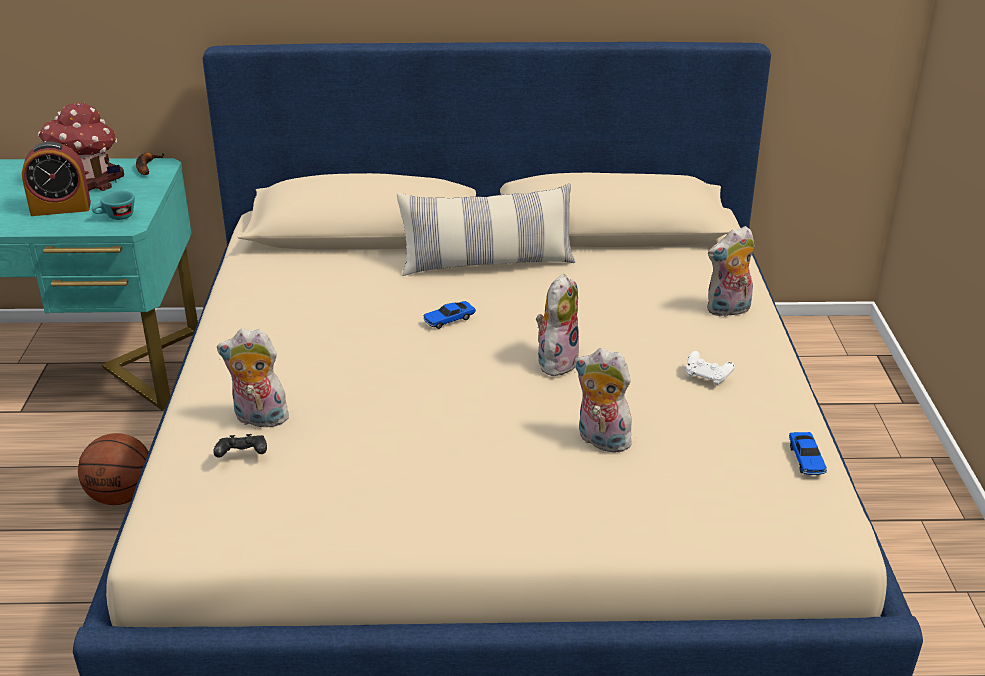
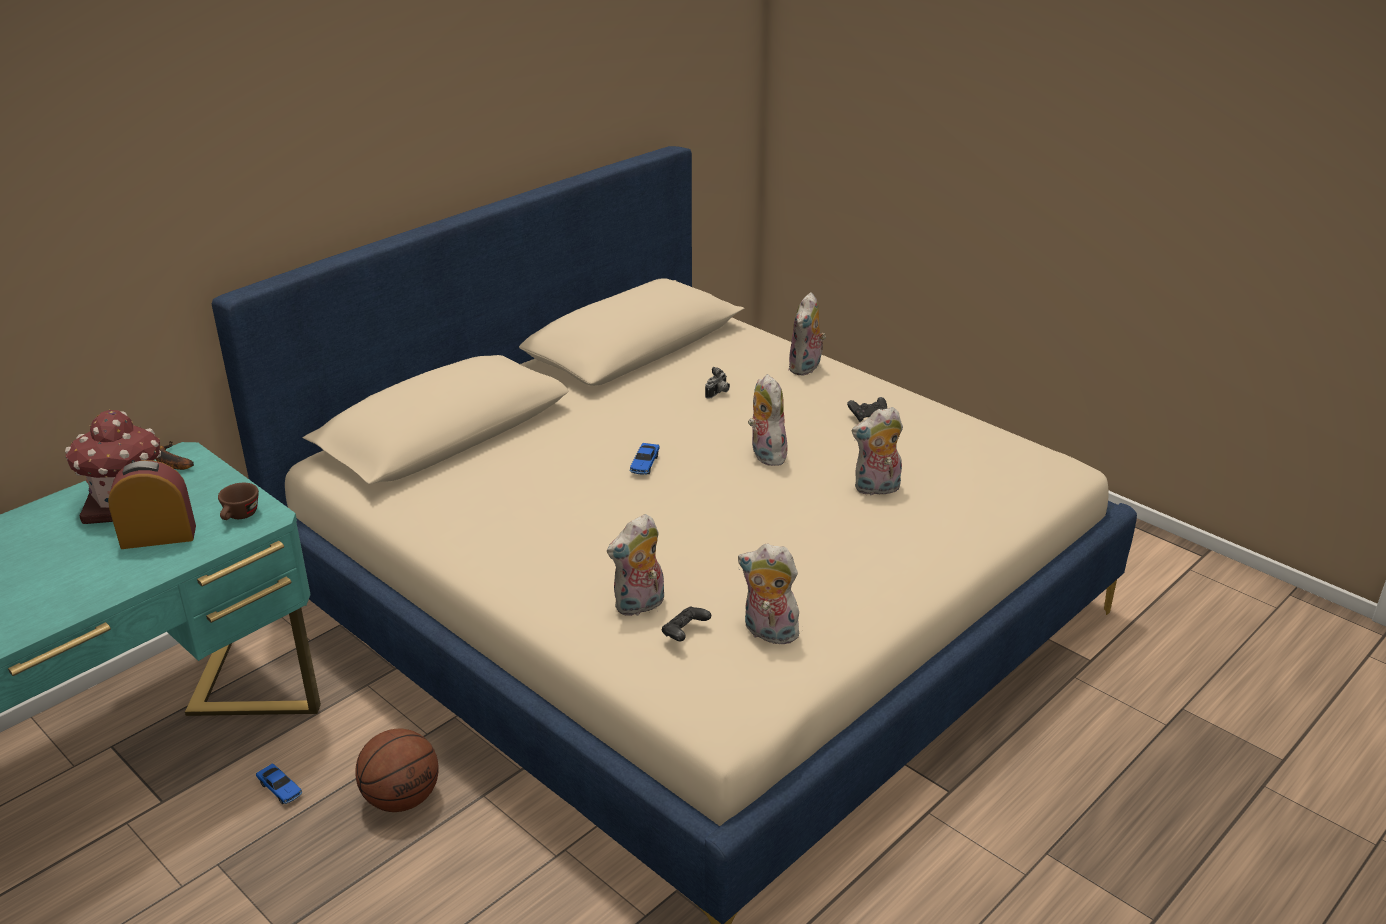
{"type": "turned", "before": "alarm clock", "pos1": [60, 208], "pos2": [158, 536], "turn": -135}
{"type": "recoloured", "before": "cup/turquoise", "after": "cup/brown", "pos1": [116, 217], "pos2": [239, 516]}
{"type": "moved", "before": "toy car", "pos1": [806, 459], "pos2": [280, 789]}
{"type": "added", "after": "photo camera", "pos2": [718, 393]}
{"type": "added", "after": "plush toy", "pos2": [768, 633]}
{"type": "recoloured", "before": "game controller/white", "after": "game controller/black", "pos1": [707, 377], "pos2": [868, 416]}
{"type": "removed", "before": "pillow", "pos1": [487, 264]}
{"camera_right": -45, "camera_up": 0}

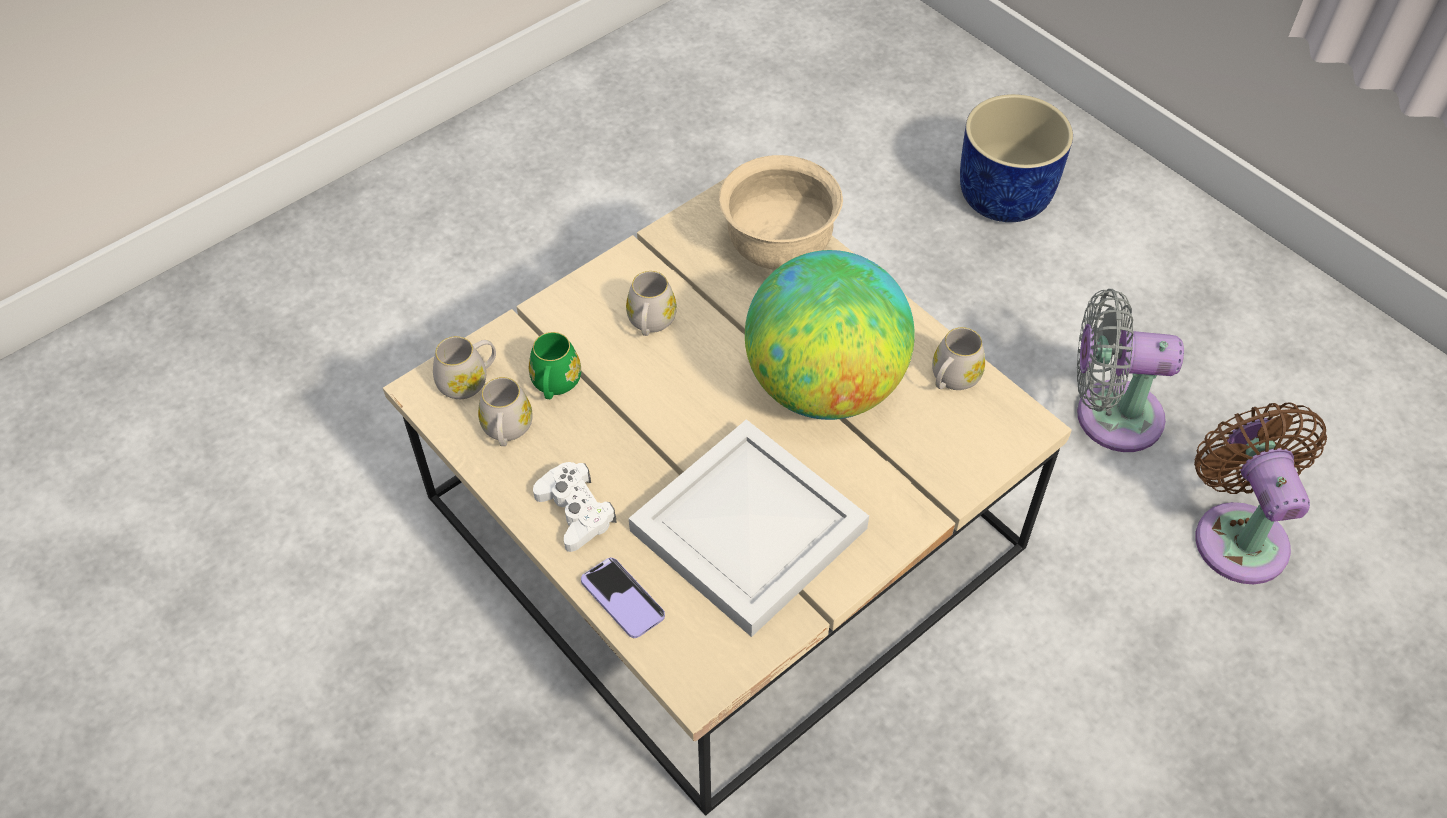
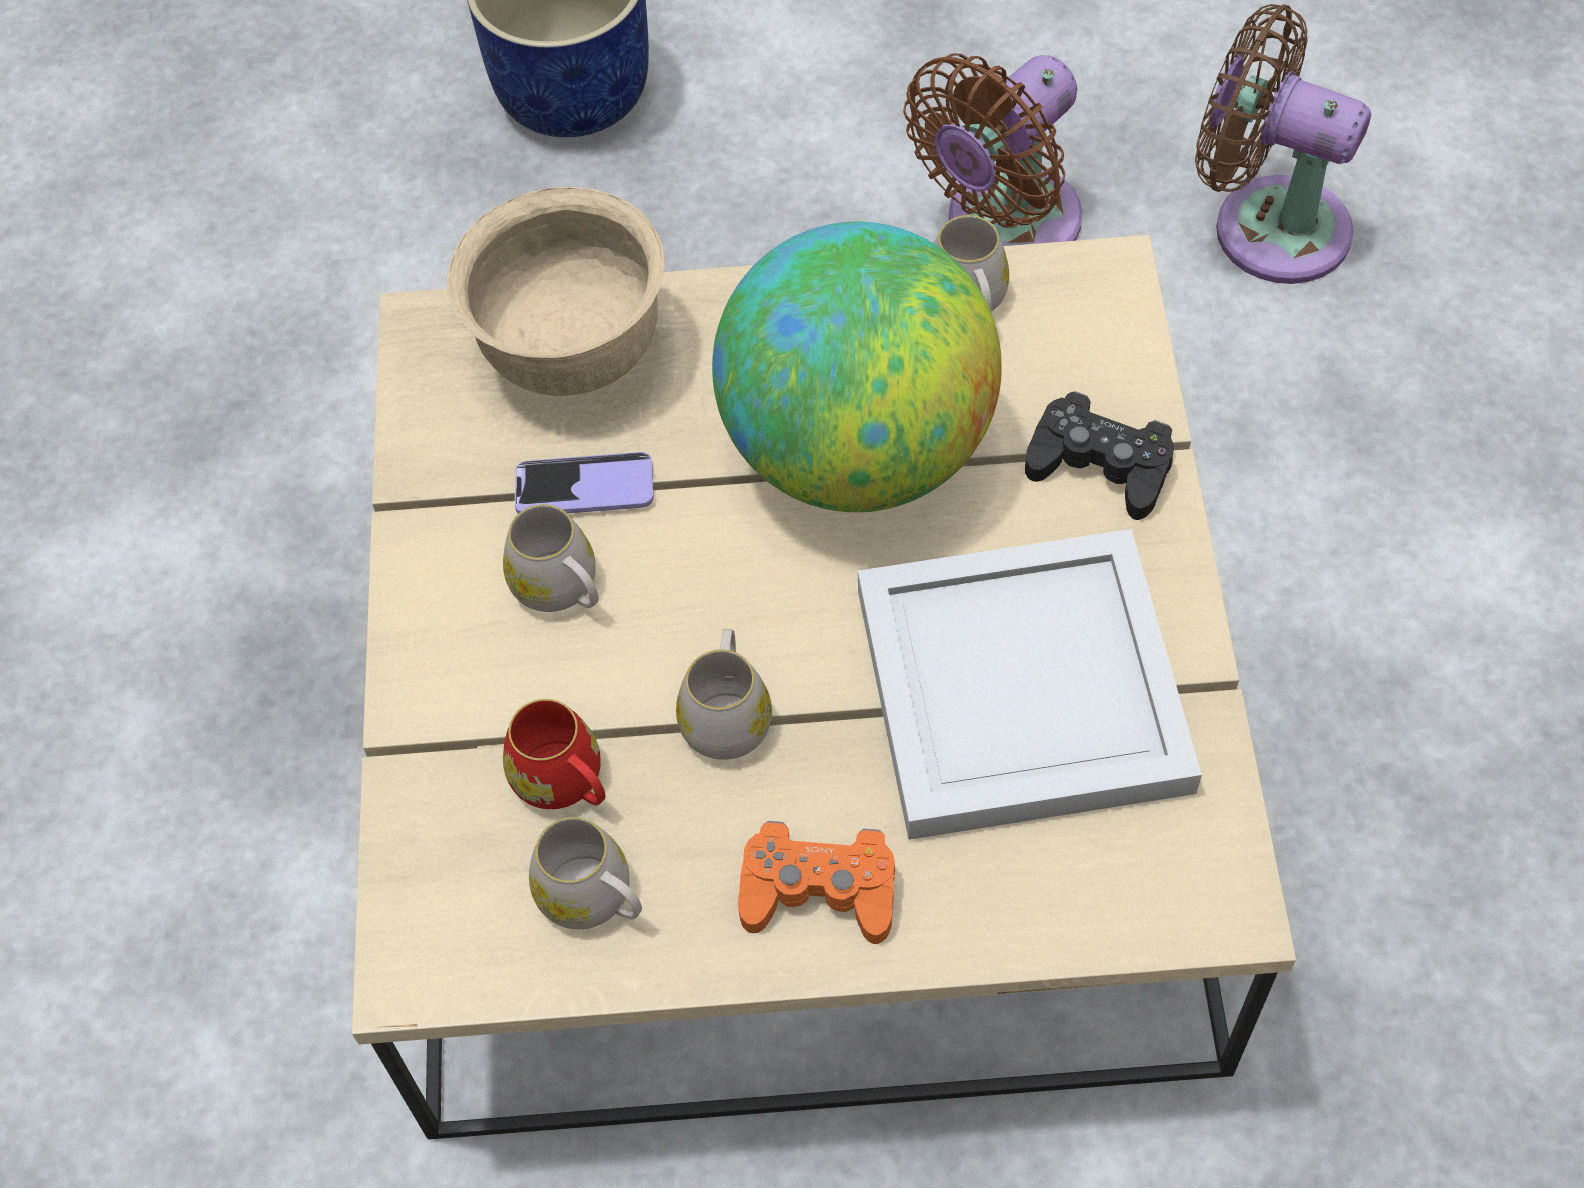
{"type": "recoloured", "before": "mug/green", "after": "mug/red", "pos1": [555, 385], "pos2": [565, 782]}
{"type": "moved", "before": "phone", "pos1": [622, 599], "pos2": [584, 487]}
{"type": "moved", "before": "mug/white", "pos1": [469, 380], "pos2": [727, 714]}
{"type": "recoloured", "before": "game controller/white", "after": "game controller/orange", "pos1": [575, 511], "pos2": [818, 890]}
{"type": "recoloured", "before": "fan/grey", "after": "fan/brown", "pos1": [1109, 415], "pos2": [1003, 227]}
{"type": "added", "after": "game controller/black", "pos2": [1100, 465]}
{"camera_right": -50, "camera_up": 5}

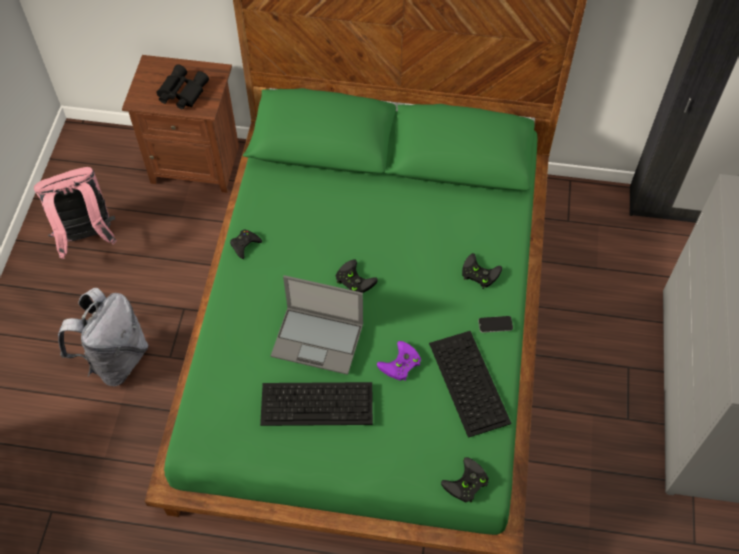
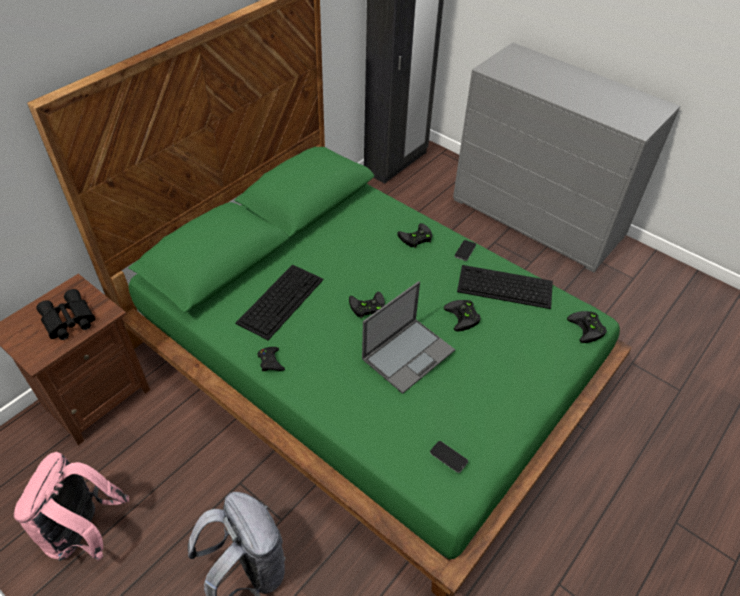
{"type": "moved", "before": "keyboard", "pos1": [318, 403], "pos2": [281, 300]}
{"type": "added", "after": "phone", "pos2": [448, 457]}
{"type": "recoloured", "before": "game controller/purple", "after": "game controller/black", "pos1": [400, 365], "pos2": [464, 317]}
{"camera_right": -60, "camera_up": -10}

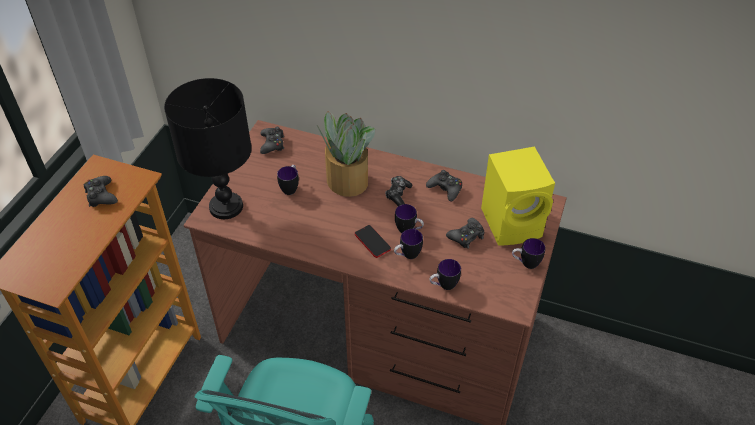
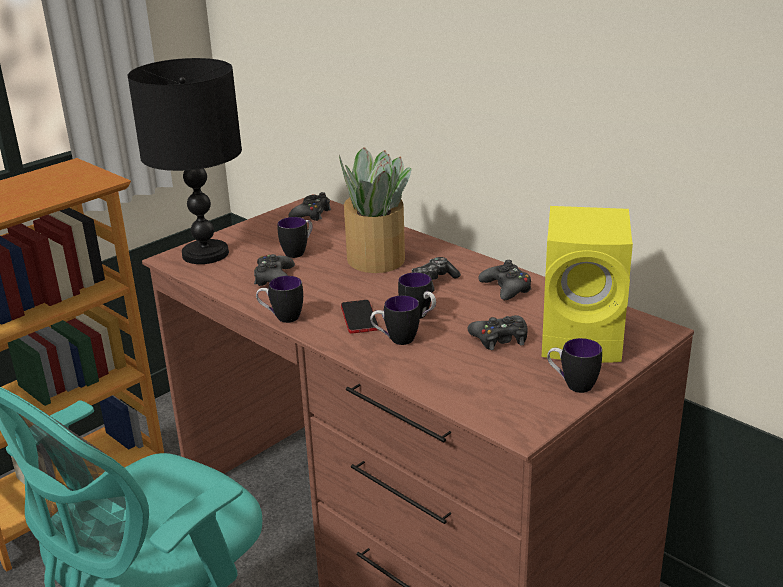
{"type": "moved", "before": "game controller/black", "pos1": [101, 196], "pos2": [274, 278]}
{"type": "moved", "before": "mug", "pos1": [443, 286], "pos2": [281, 318]}
{"camera_right": 25, "camera_up": -20}

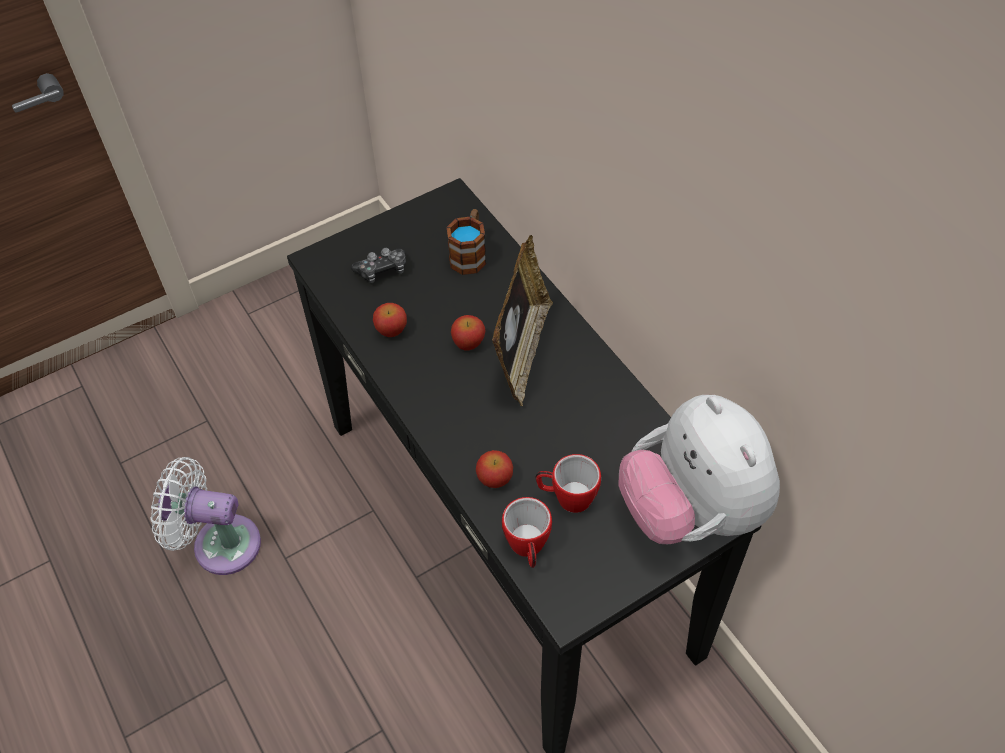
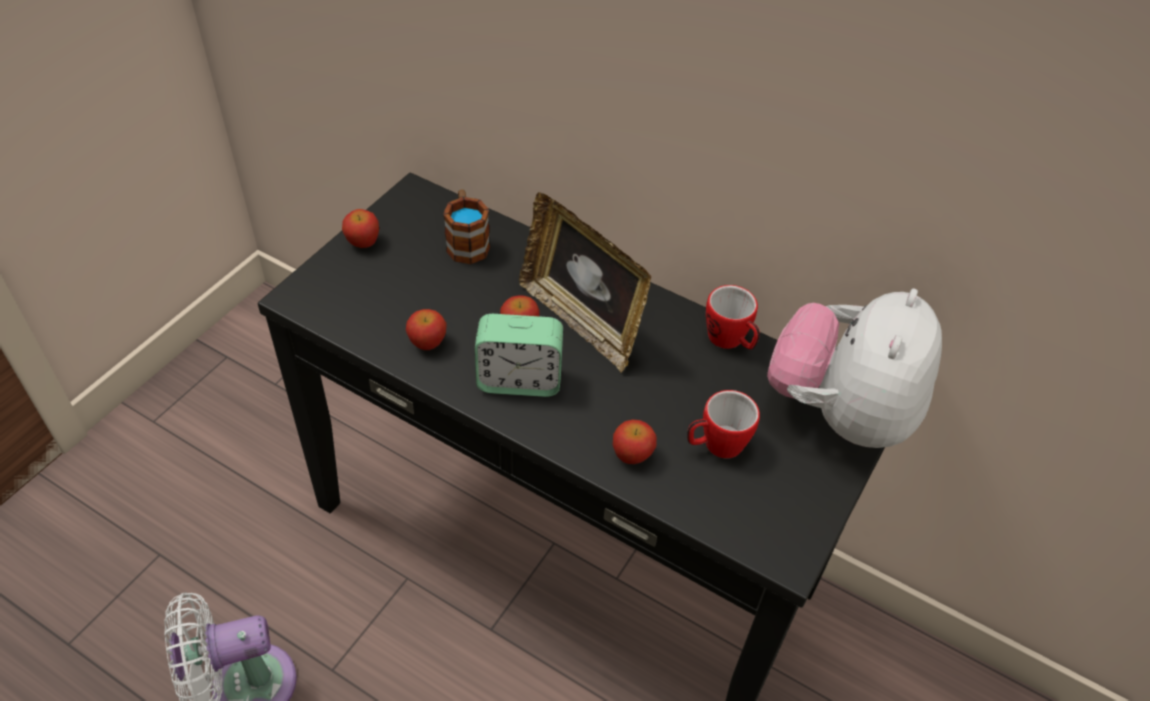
{"type": "added", "after": "apple", "pos2": [363, 241]}
{"type": "added", "after": "alarm clock", "pos2": [519, 380]}
{"type": "turned", "before": "picture frame", "pos1": [522, 352], "pos2": [581, 320], "turn": 150}
{"type": "moved", "before": "mug", "pos1": [528, 548], "pos2": [730, 341]}
{"type": "turned", "before": "plush toy", "pos1": [691, 510], "pos2": [839, 413], "turn": 75}
{"type": "removed", "before": "game controller", "pos1": [382, 270]}
{"camera_right": -30, "camera_up": -5}

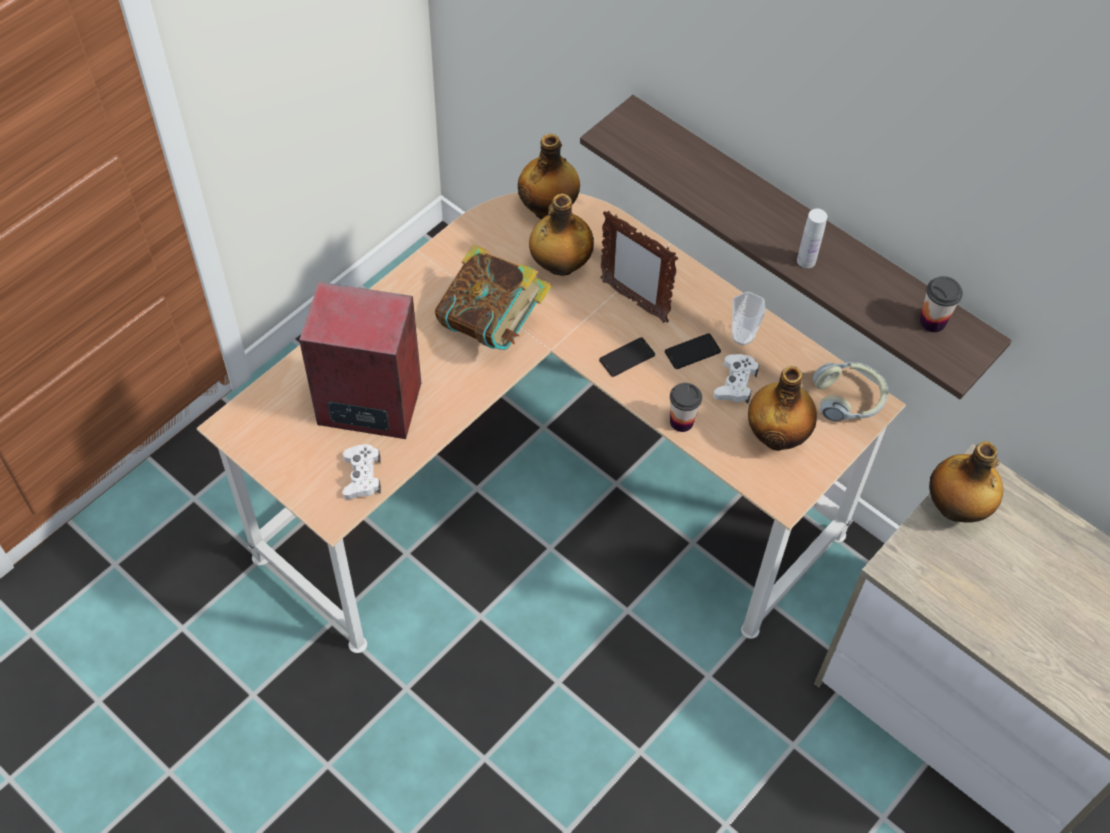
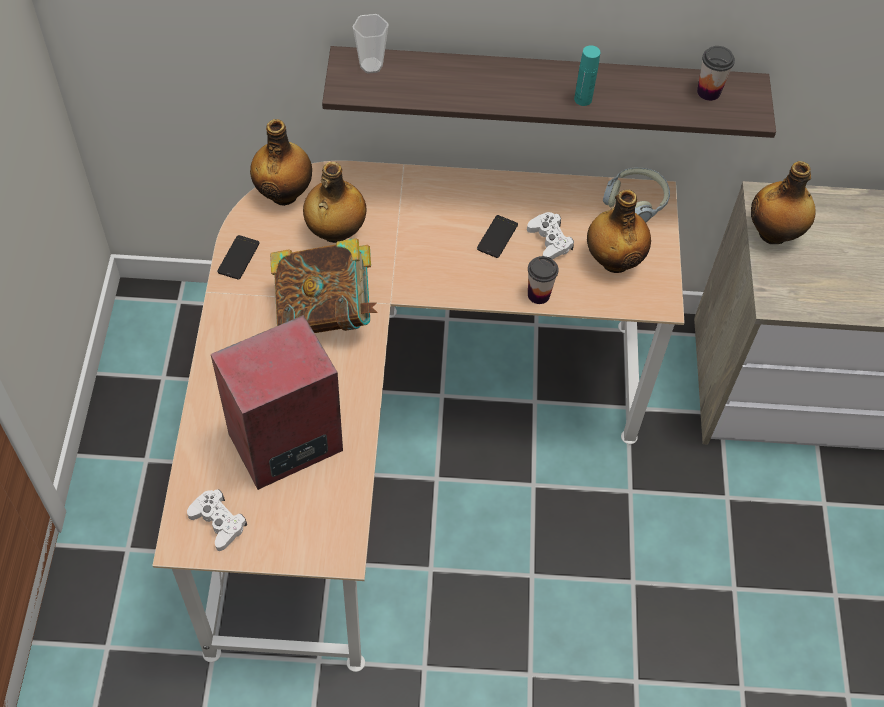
{"type": "moved", "before": "game controller/white", "pos1": [362, 476], "pos2": [218, 522]}
{"type": "moved", "before": "phone", "pos1": [627, 357], "pos2": [238, 257]}
{"type": "moved", "before": "cup", "pos1": [742, 336], "pos2": [371, 65]}
{"type": "recoloured", "before": "bottle/white", "after": "bottle/turquoise", "pos1": [806, 260], "pos2": [583, 99]}
{"type": "removed", "before": "picture frame", "pos1": [633, 301]}
{"camera_right": -40, "camera_up": 0}

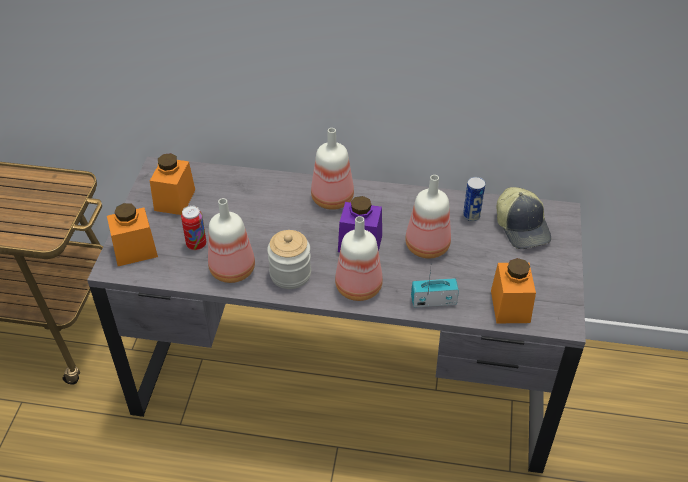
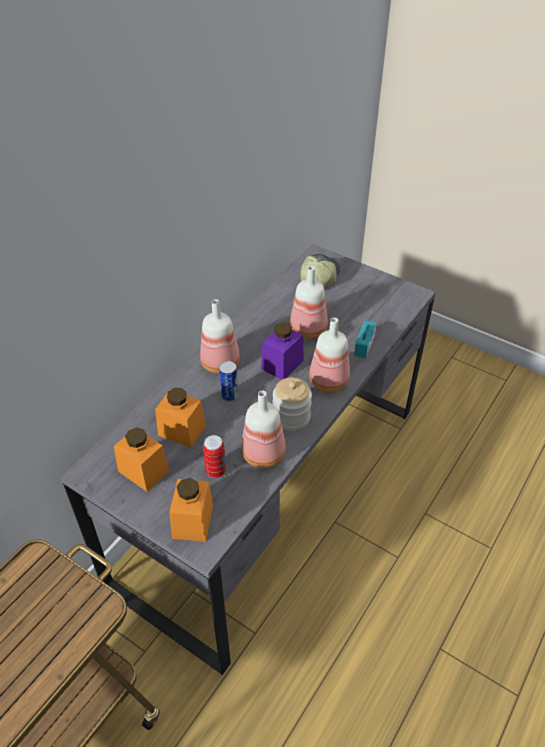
{"type": "moved", "before": "jar/orange", "pos1": [510, 306], "pos2": [182, 430]}
{"type": "moved", "before": "can", "pos1": [471, 216], "pos2": [229, 396]}
{"type": "turned", "before": "cap", "pos1": [522, 227], "pos2": [319, 277], "turn": -75}
{"camera_right": -65, "camera_up": 0}

